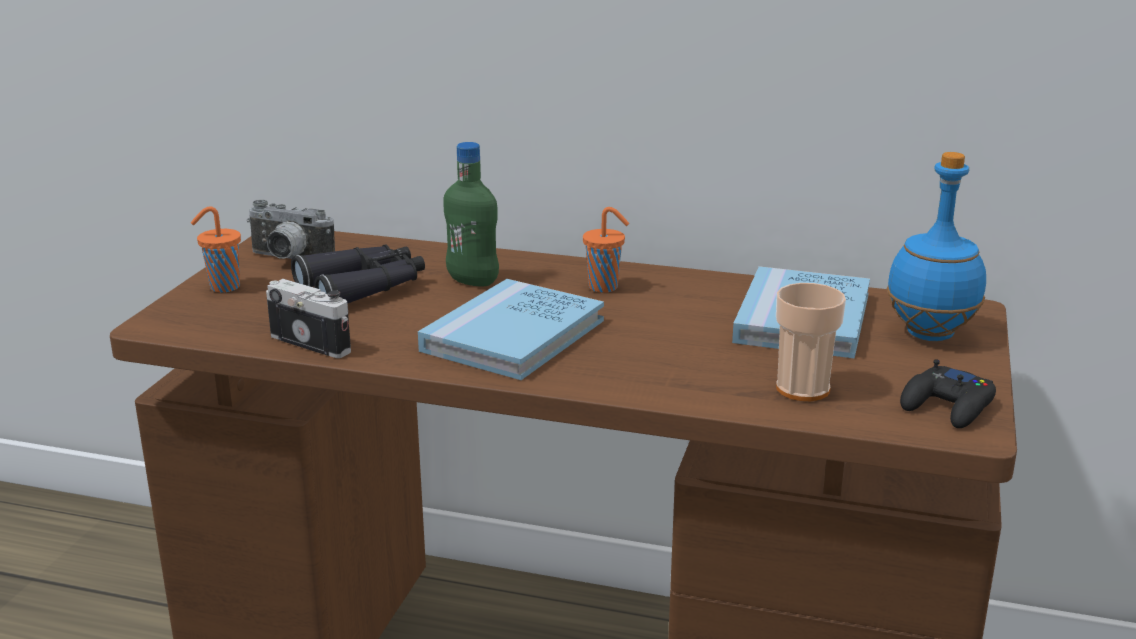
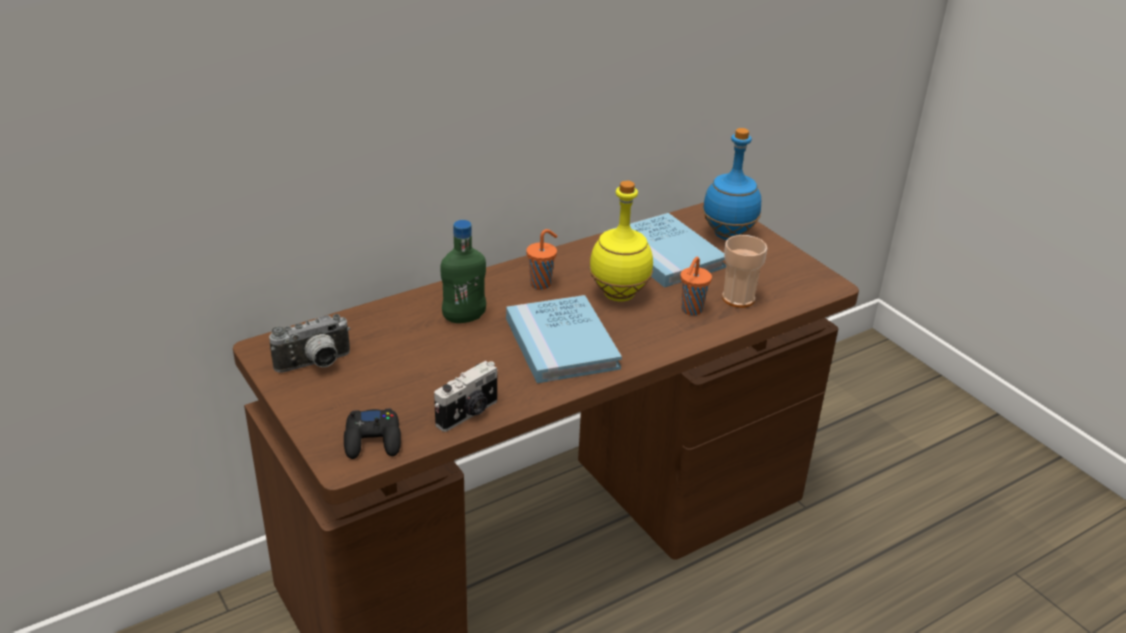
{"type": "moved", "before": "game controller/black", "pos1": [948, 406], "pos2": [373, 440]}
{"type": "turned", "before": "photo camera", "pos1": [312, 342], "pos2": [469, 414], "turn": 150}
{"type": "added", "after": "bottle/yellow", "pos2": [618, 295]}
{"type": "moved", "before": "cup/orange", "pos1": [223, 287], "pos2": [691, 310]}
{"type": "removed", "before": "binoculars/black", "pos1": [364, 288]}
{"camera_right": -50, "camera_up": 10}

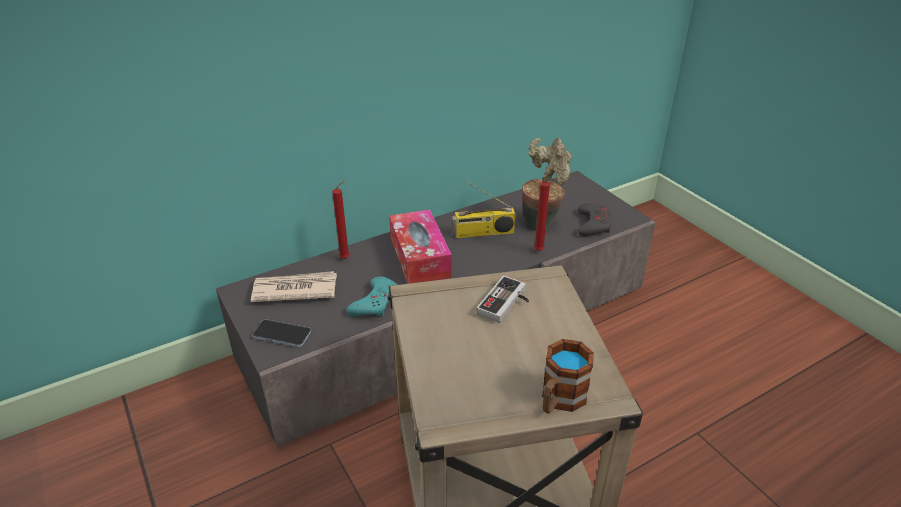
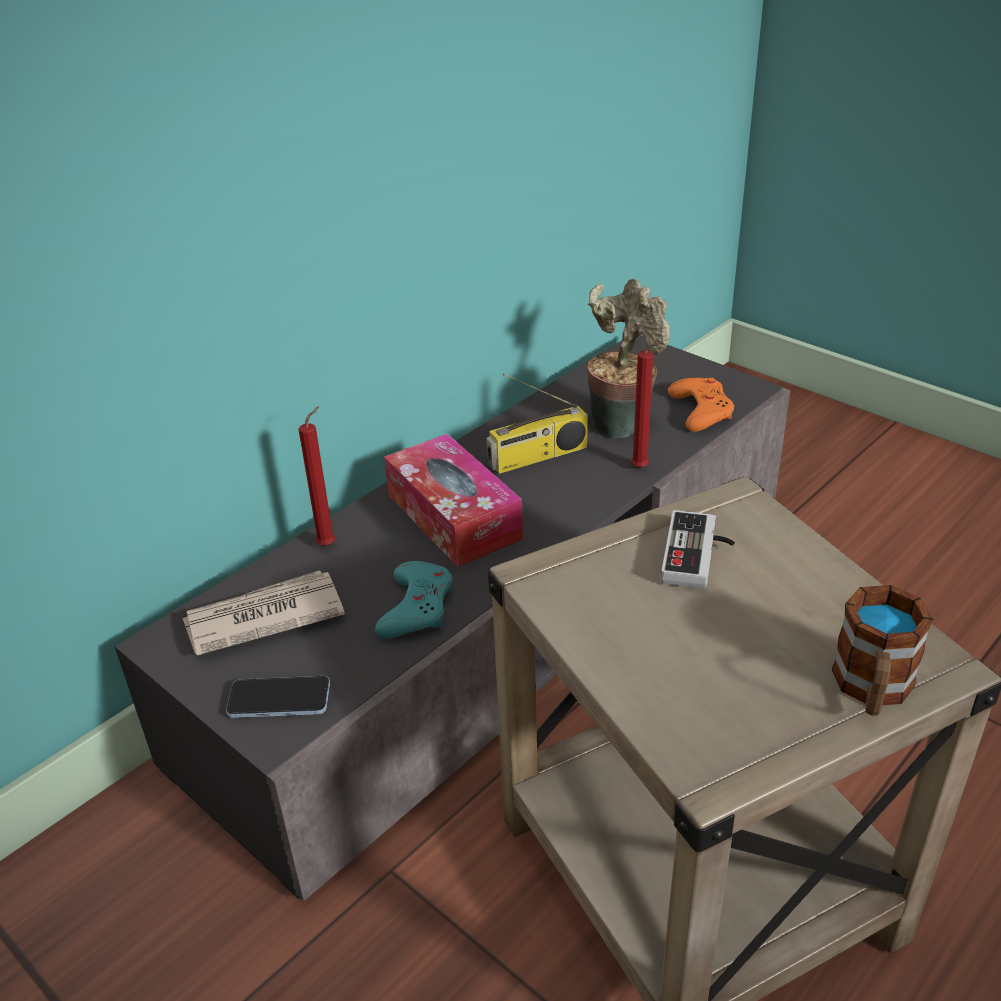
{"type": "recoloured", "before": "game controller/grey", "after": "game controller/orange", "pos1": [593, 224], "pos2": [701, 410]}
{"camera_right": -15, "camera_up": 0}

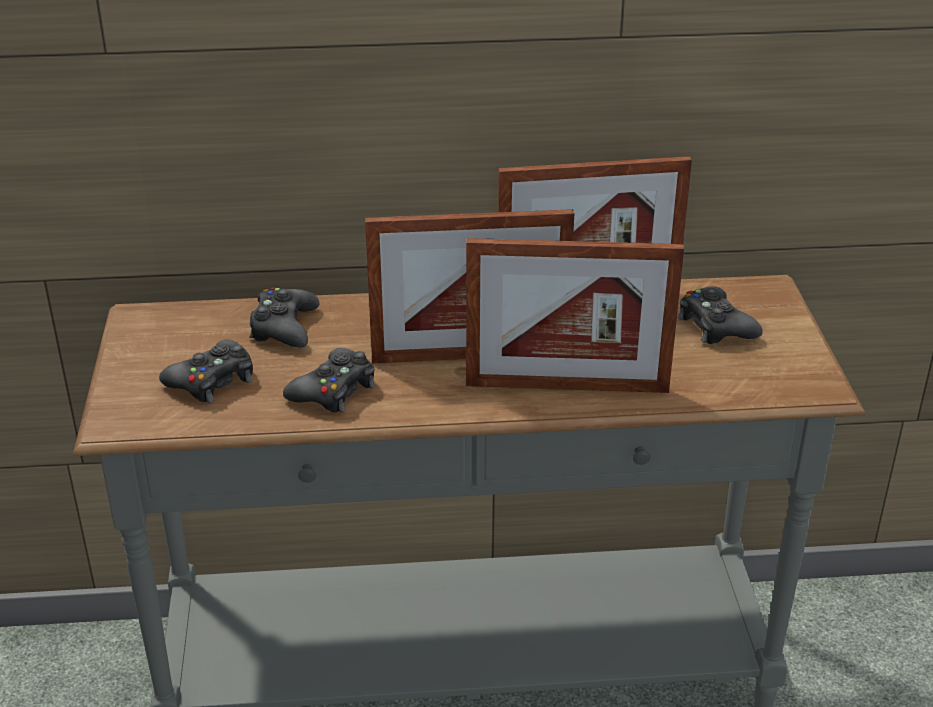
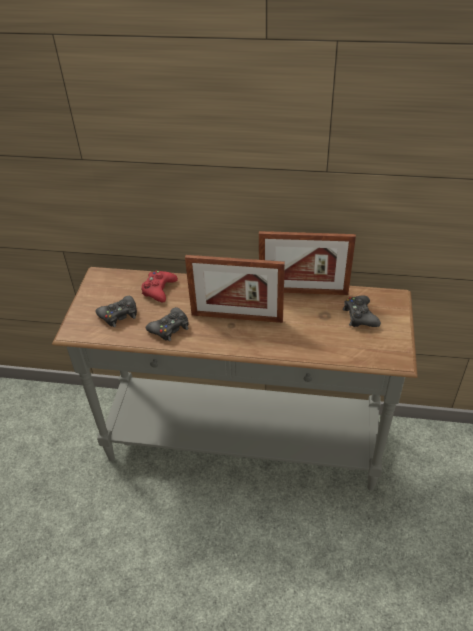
{"type": "recoloured", "before": "game controller/black", "after": "game controller/red", "pos1": [284, 327], "pos2": [159, 290]}
{"type": "removed", "before": "picture frame", "pos1": [567, 386]}
{"camera_right": 15, "camera_up": 10}

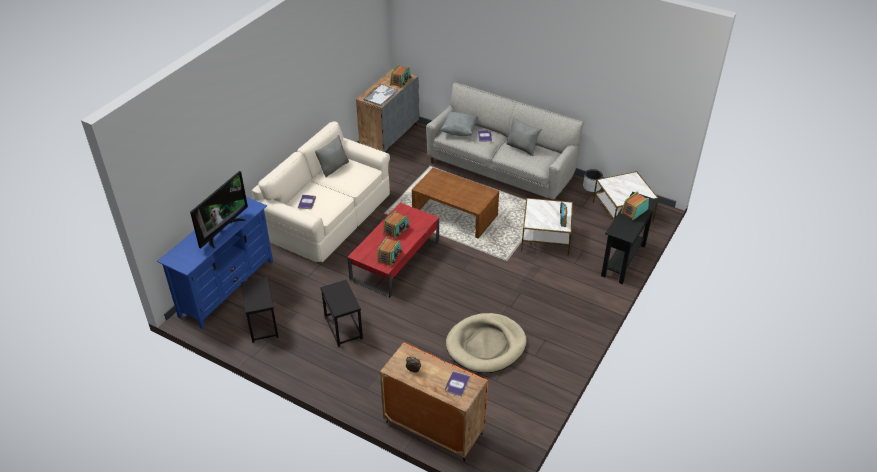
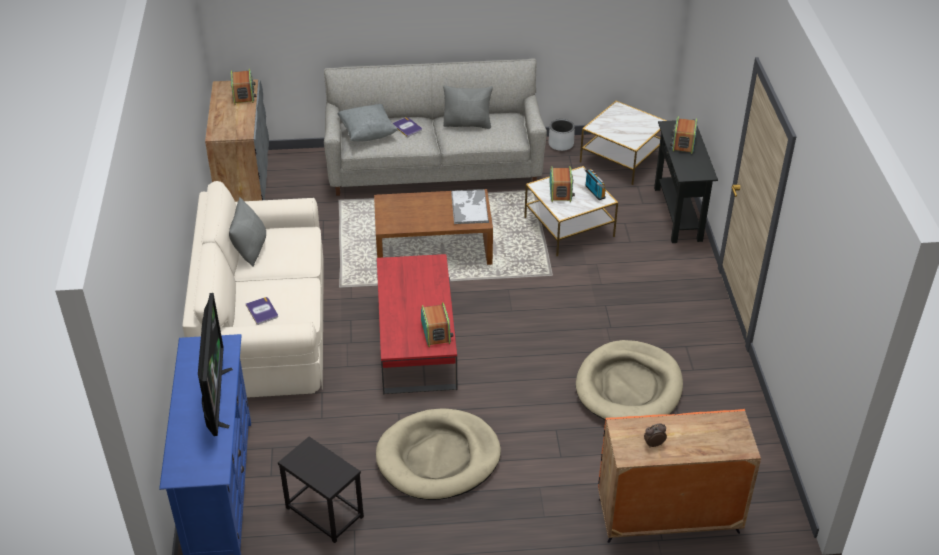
{"type": "replaced", "before": "side table/black", "after": "dog bed/beige", "pos1": [344, 328], "pos2": [438, 458]}
{"type": "moved", "before": "tray", "pos1": [381, 95], "pos2": [469, 207]}
{"type": "moved", "before": "radio", "pos1": [396, 230], "pos2": [560, 191]}
{"type": "removed", "before": "book", "pos1": [457, 384]}
{"camera_right": -35, "camera_up": 0}

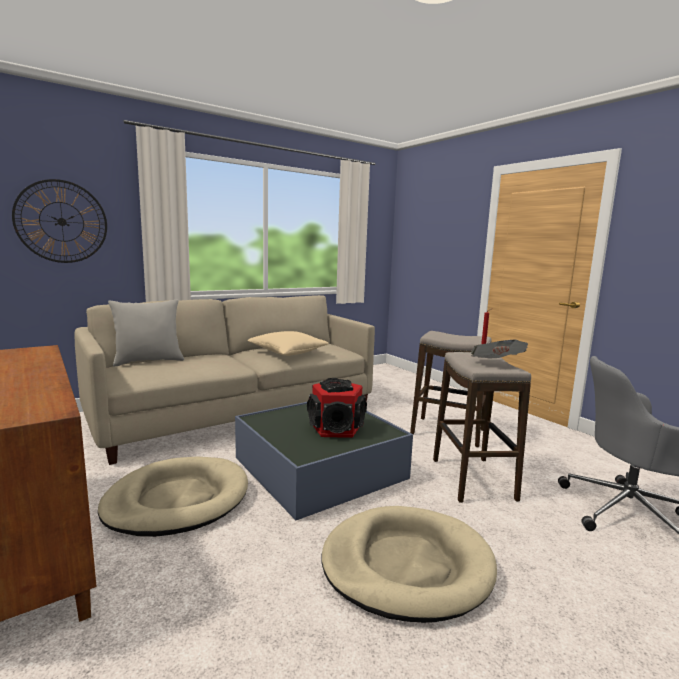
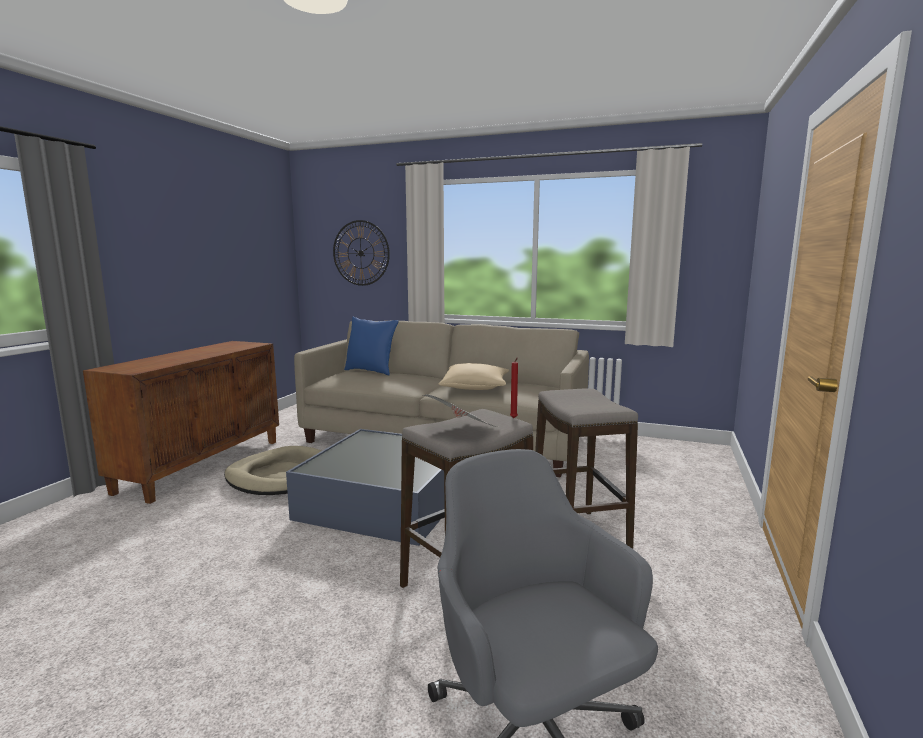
{"type": "recoloured", "before": "pillow/grey", "after": "pillow/blue", "pos1": [148, 361], "pos2": [371, 371]}
{"type": "removed", "before": "speaker", "pos1": [337, 429]}
{"type": "removed", "before": "dog bed/beige", "pos1": [406, 565]}
{"camera_right": 55, "camera_up": 0}

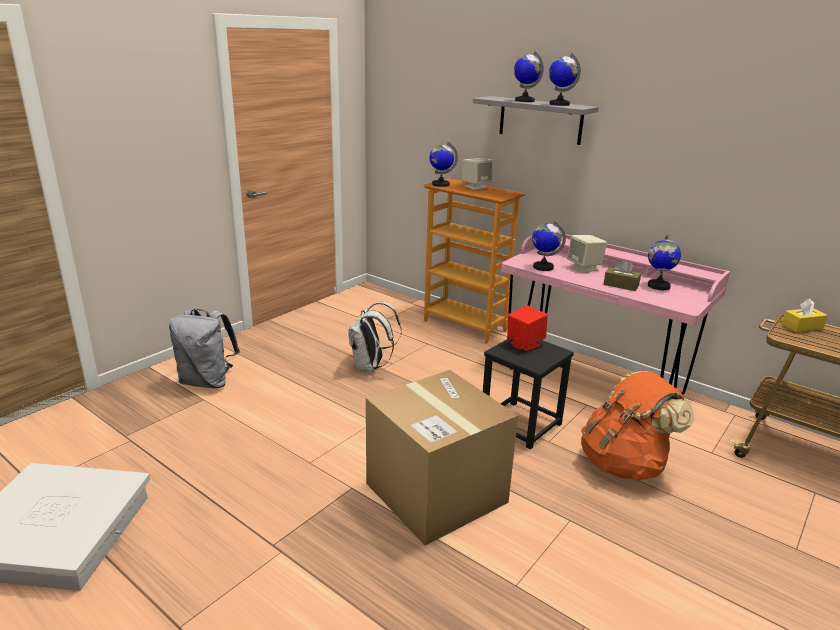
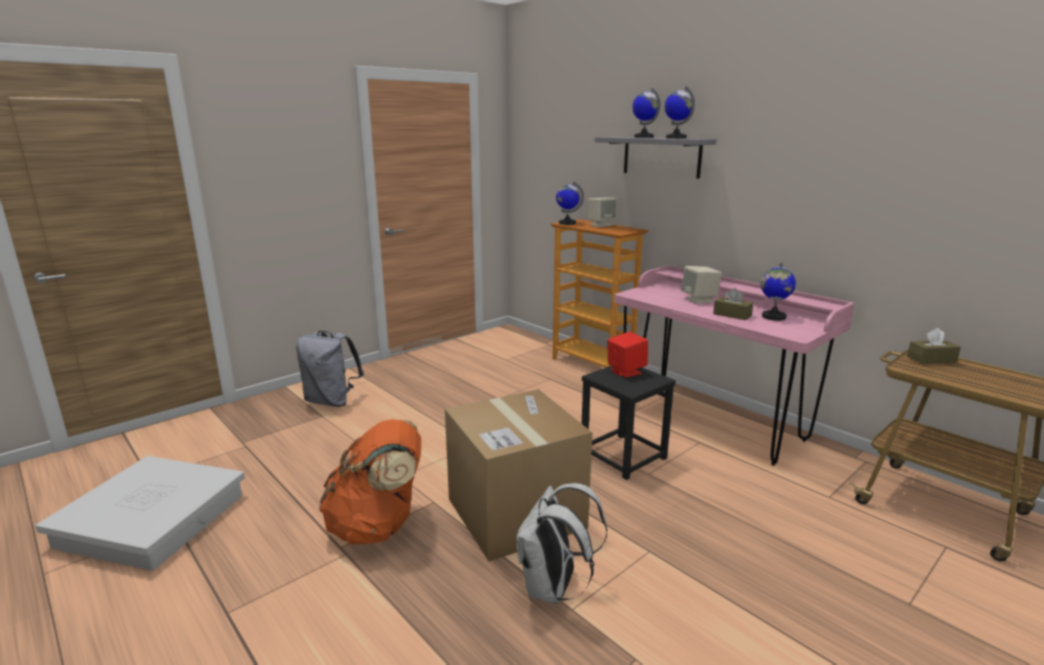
{"type": "moved", "before": "backpack/orange", "pos1": [624, 464], "pos2": [378, 526]}
{"type": "moved", "before": "backpack/white", "pos1": [370, 367], "pos2": [553, 589]}
{"type": "recoloured", "before": "tissue box/yellow", "after": "tissue box/brown", "pos1": [802, 326], "pos2": [931, 359]}
{"type": "removed", "before": "globe", "pos1": [543, 267]}
{"camera_right": 10, "camera_up": -5}

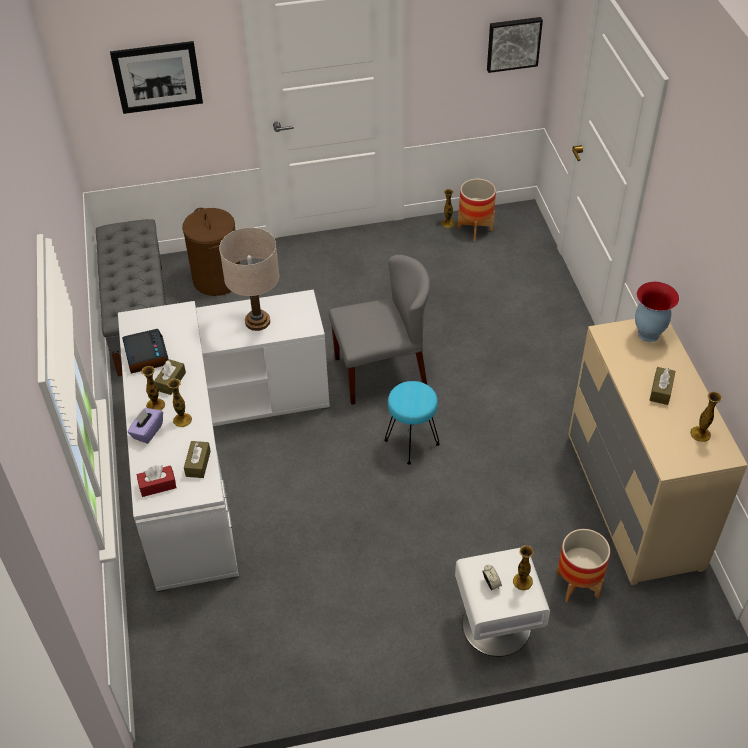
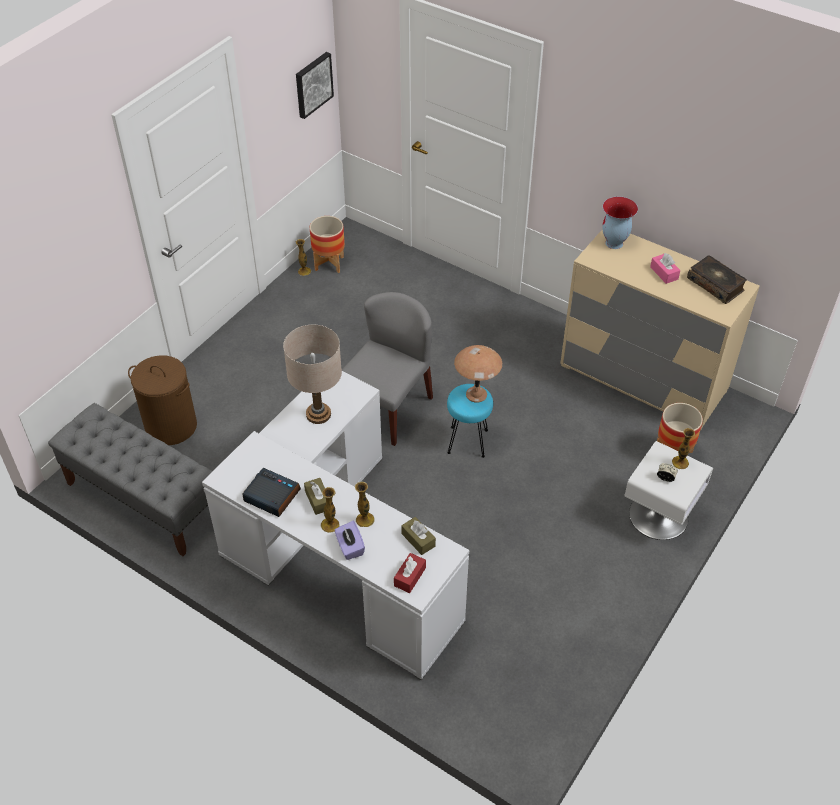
{"type": "added", "after": "table lamp/brown", "pos2": [476, 394]}
{"type": "recoloured", "before": "tissue box/brown", "after": "tissue box/pink", "pos1": [661, 390], "pos2": [664, 273]}
{"type": "replaced", "before": "vase", "after": "book", "pos1": [700, 434], "pos2": [715, 284]}
{"type": "removed", "before": "picture", "pos1": [157, 77]}
{"camera_right": -45, "camera_up": 0}

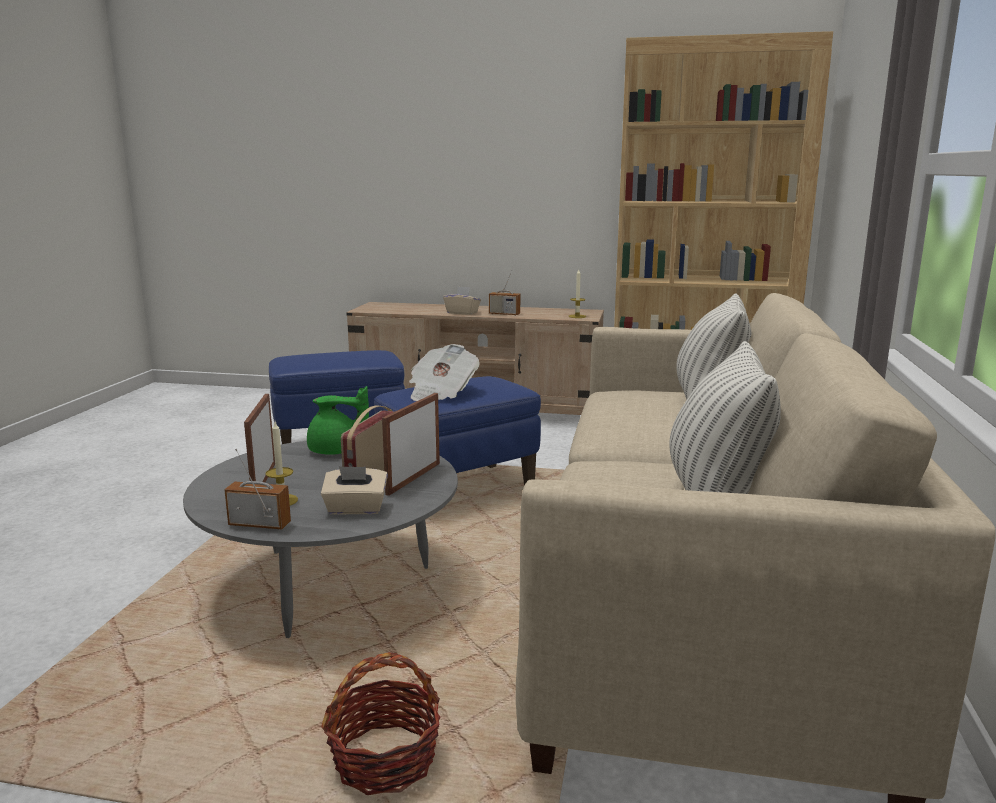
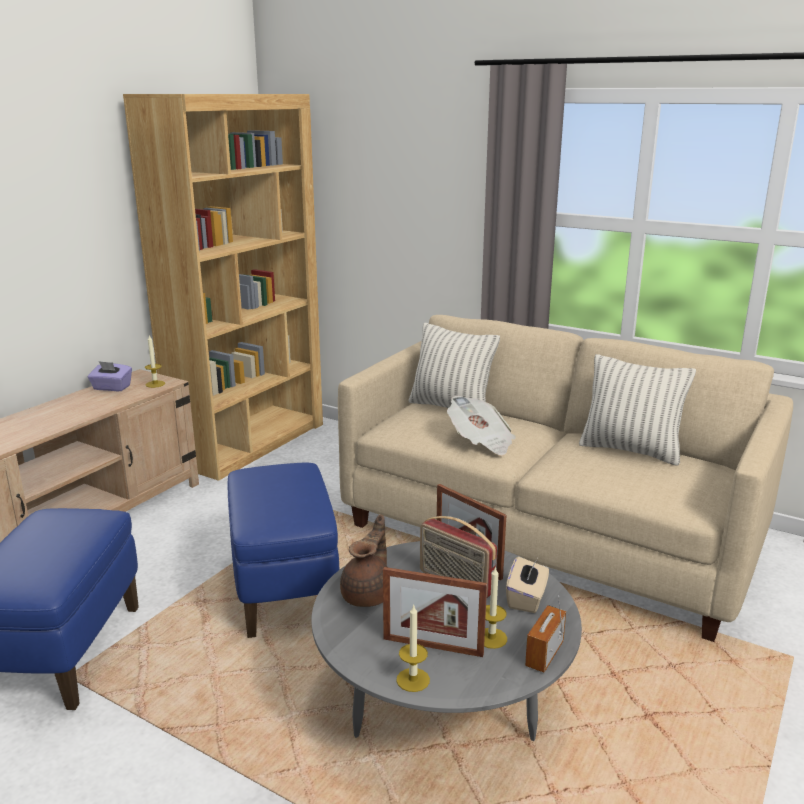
{"type": "added", "after": "tissue box/purple", "pos2": [111, 388]}
{"type": "recoloured", "before": "teapot/green", "after": "teapot/brown", "pos1": [336, 451], "pos2": [369, 594]}
{"type": "added", "after": "candle", "pos2": [413, 680]}
{"type": "moved", "before": "newspaper", "pos1": [441, 393], "pos2": [481, 442]}
{"type": "removed", "before": "basket", "pos1": [385, 760]}
{"type": "removed", "before": "tissue box/beige", "pos1": [462, 313]}
{"type": "removed", "before": "radio", "pos1": [504, 314]}
{"camera_right": -70, "camera_up": 5}

